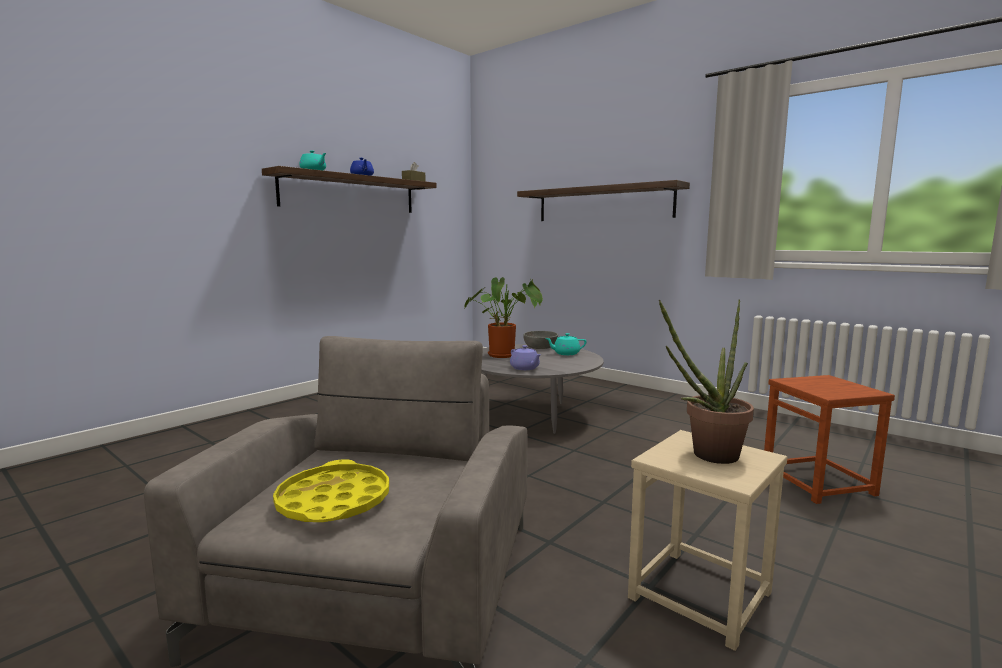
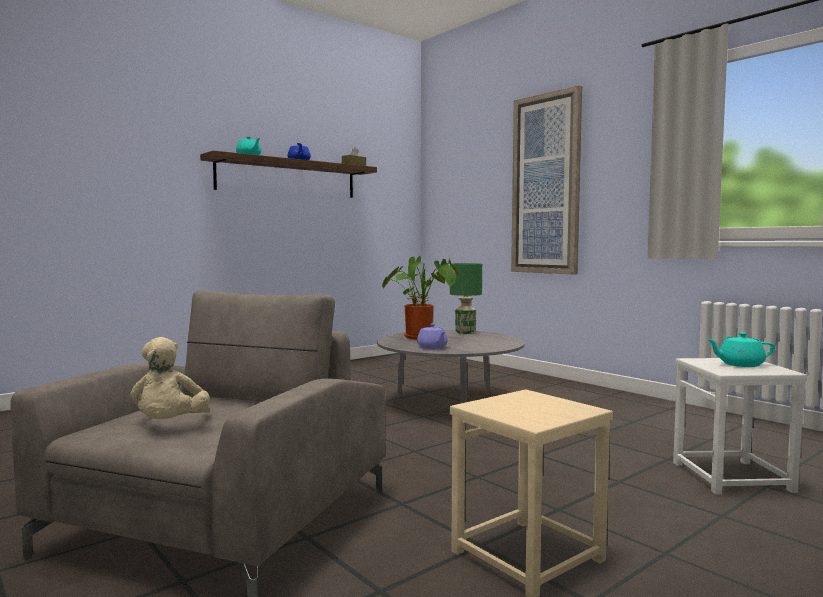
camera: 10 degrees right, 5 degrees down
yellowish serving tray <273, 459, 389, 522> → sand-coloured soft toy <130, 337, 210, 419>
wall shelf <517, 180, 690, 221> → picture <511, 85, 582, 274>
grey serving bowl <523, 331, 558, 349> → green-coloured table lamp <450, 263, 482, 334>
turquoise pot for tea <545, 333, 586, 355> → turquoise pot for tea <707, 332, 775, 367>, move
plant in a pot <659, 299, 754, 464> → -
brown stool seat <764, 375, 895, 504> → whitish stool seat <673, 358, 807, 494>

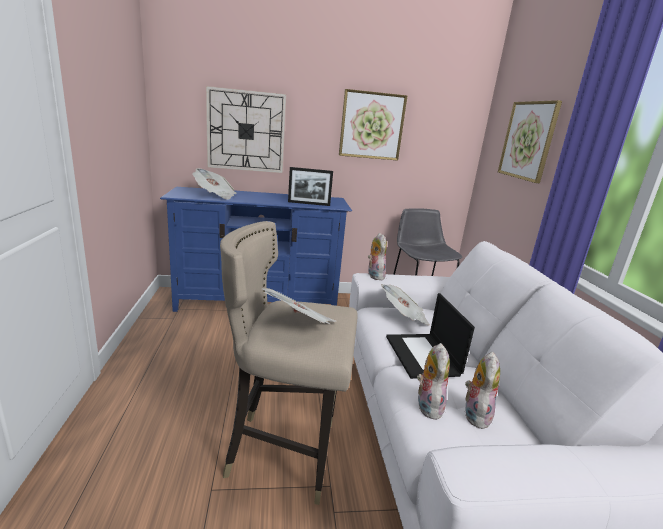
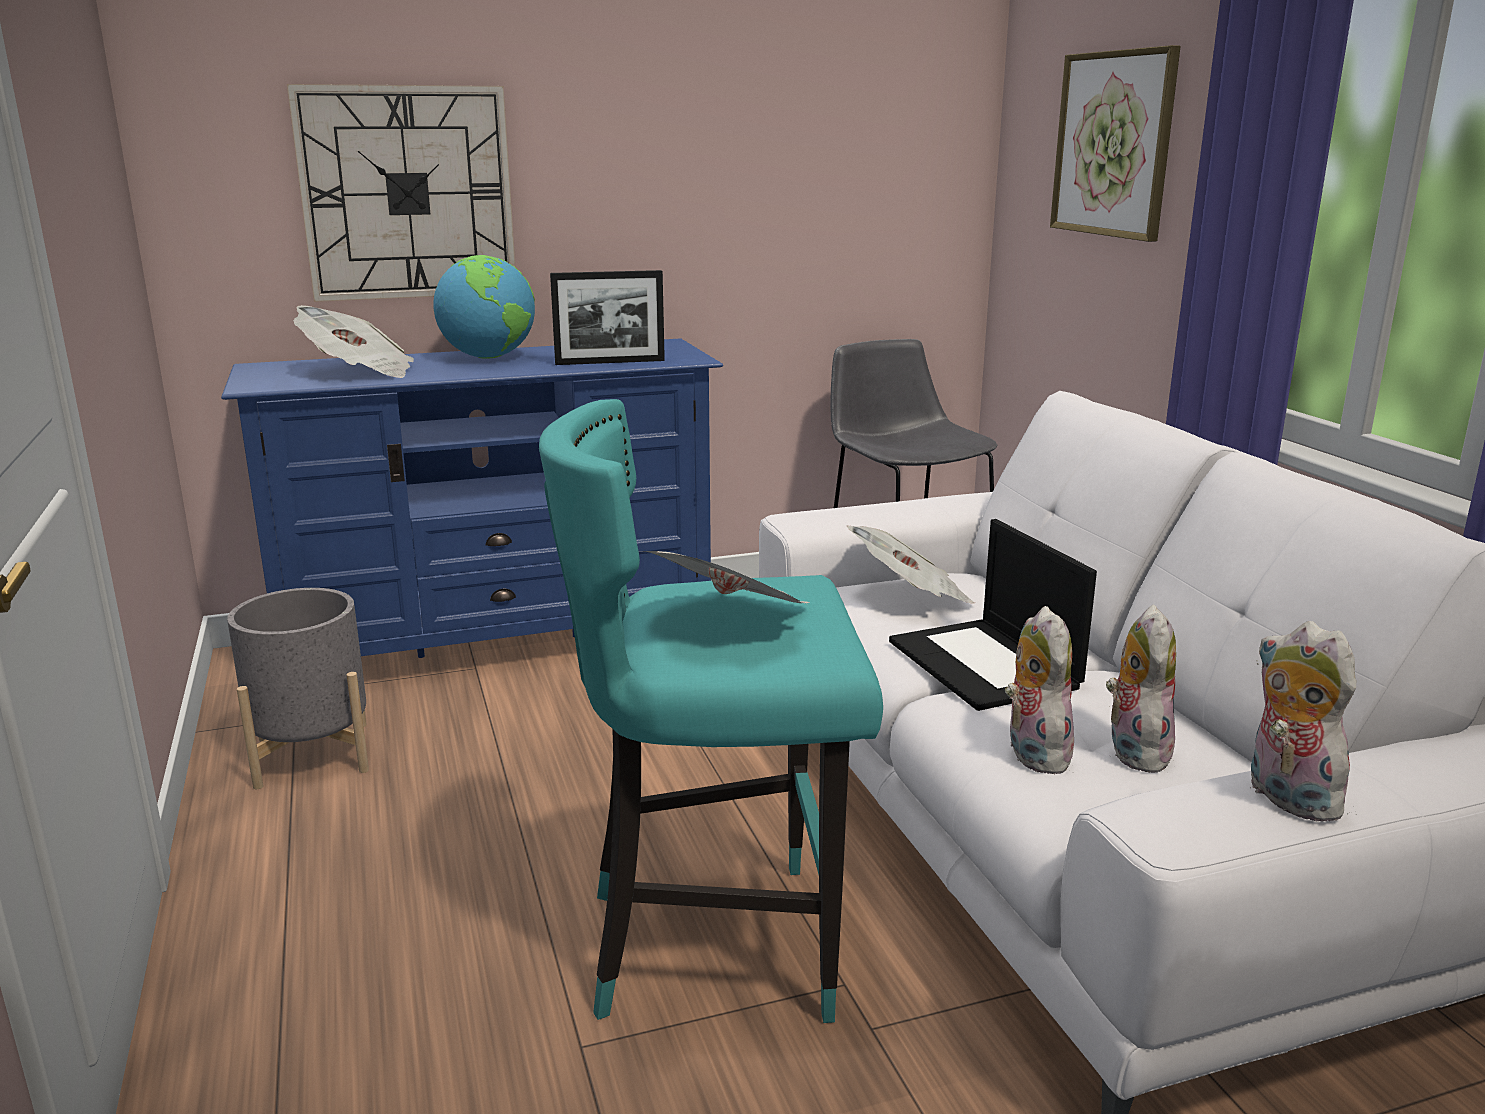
camera: 10 degrees left, 0 degrees up
sand-coloured stool seat <220, 221, 358, 505> → turquoise stool seat <539, 399, 883, 1023>
picture <339, 89, 407, 161> → -
soft toy <368, 233, 387, 281> → soft toy <1251, 621, 1356, 822>, move
- → grey plant pot <227, 588, 369, 789>
- → globe <433, 255, 535, 359>

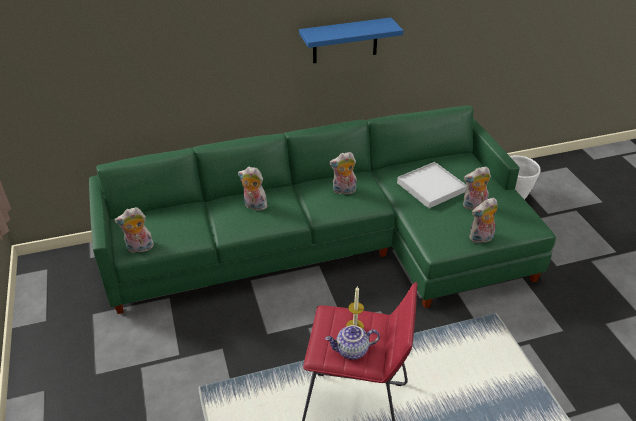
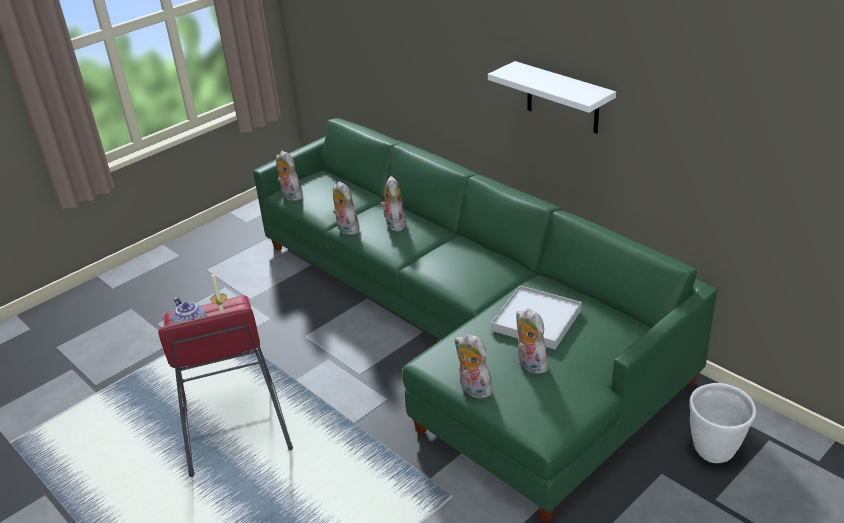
camera: 65 degrees right, 5 degrees down
blue wall shelf <299, 18, 404, 63> → whitish wall shelf <488, 61, 616, 134>
soft toy <329, 152, 357, 194> → soft toy <333, 181, 359, 235>, move

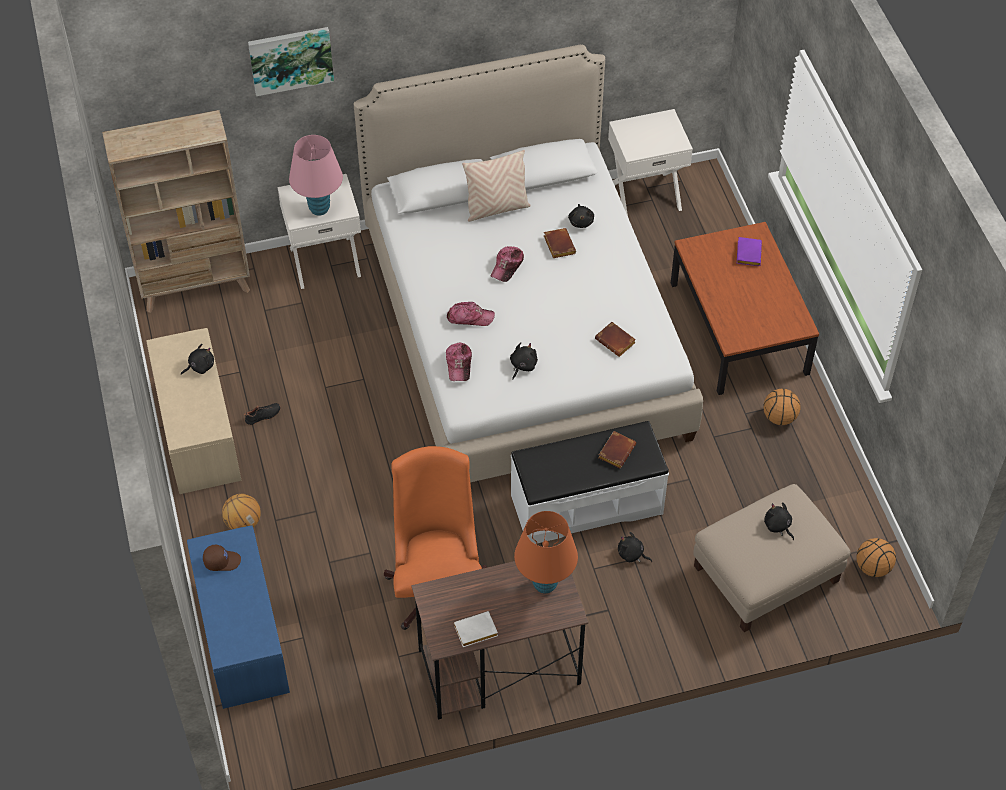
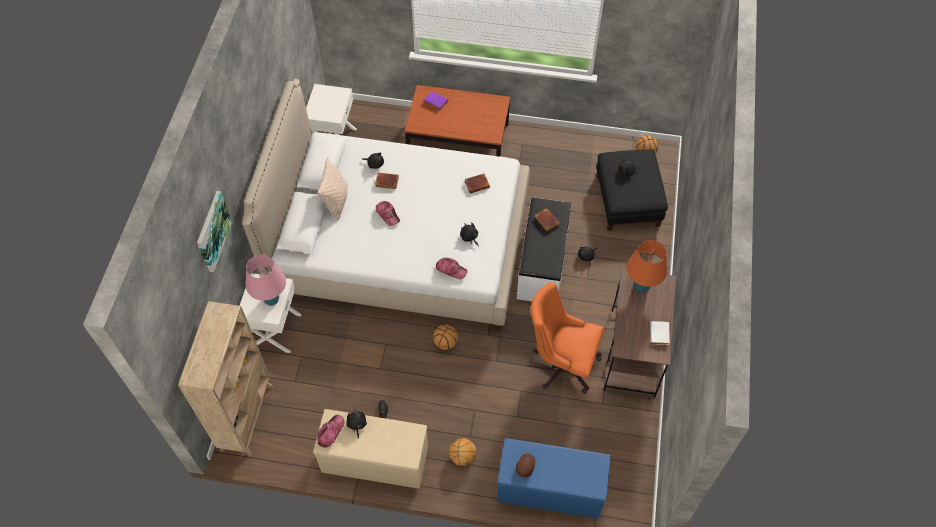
camera: 65 degrees left, 5 degrees up
peaked cap <447, 302, 495, 326> → peaked cap <317, 415, 344, 448>, move
sand-coloured pouffe <693, 484, 850, 632> → black pouffe <596, 149, 668, 231>
basketball ball <763, 389, 801, 425> → basketball ball <433, 324, 458, 350>, move

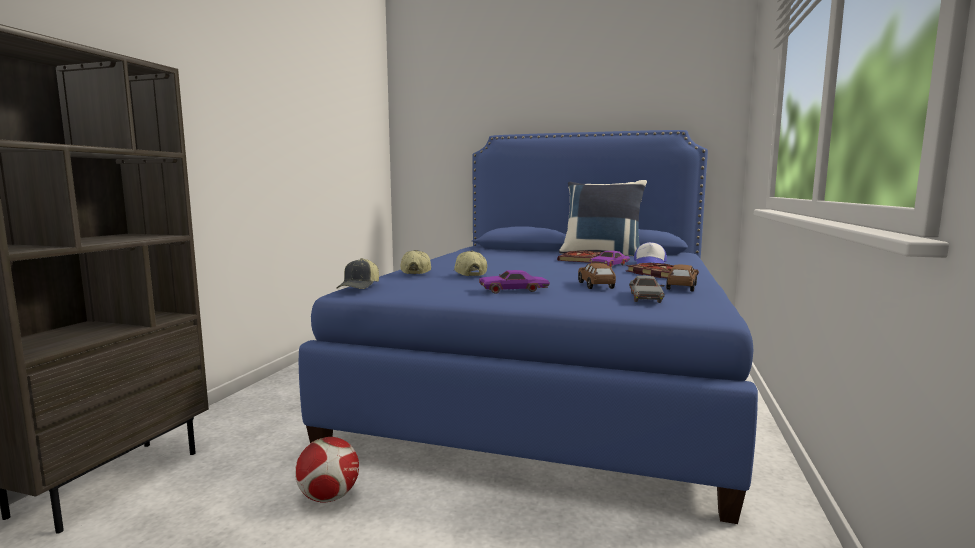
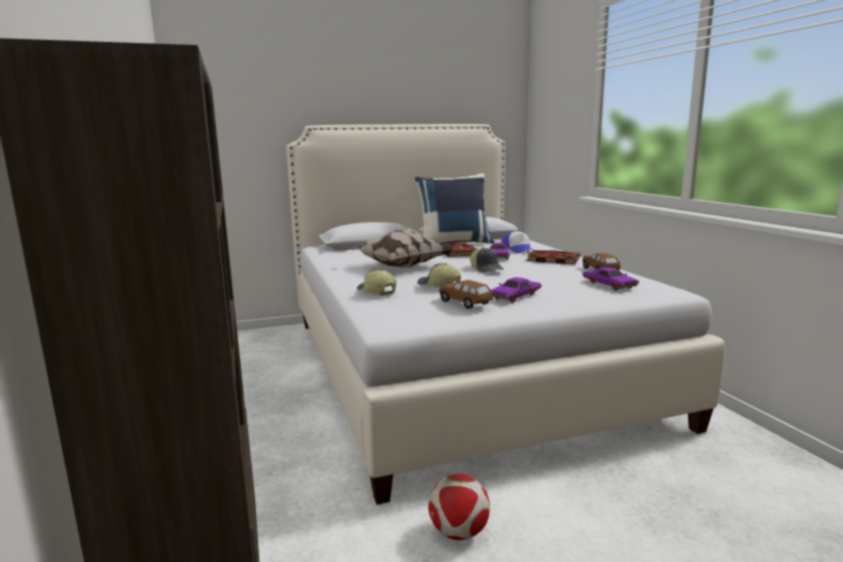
camera: 35 degrees left, 5 degrees up
blue sleeping bed <299, 130, 758, 524> → whitish sleeping bed <286, 124, 725, 505>
peaked cap <336, 258, 379, 289> → peaked cap <470, 247, 504, 273>, move
brown toy car <578, 263, 616, 289> → brown toy car <439, 280, 493, 309>, move
grey toy car <629, 276, 665, 303> → purple-coloured toy car <582, 267, 639, 291>
- → throw pillow <347, 230, 454, 267>

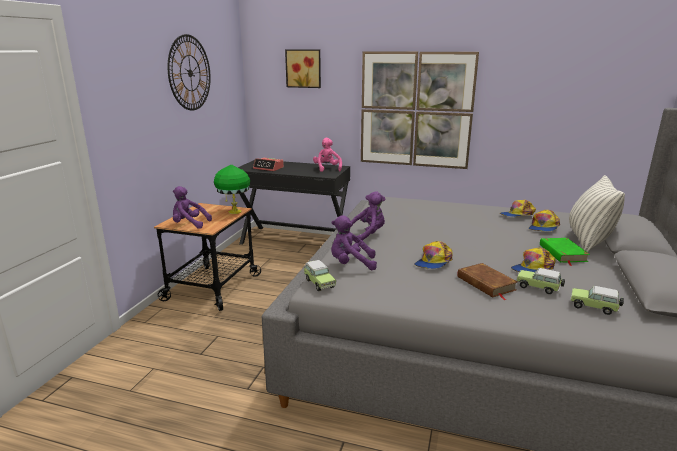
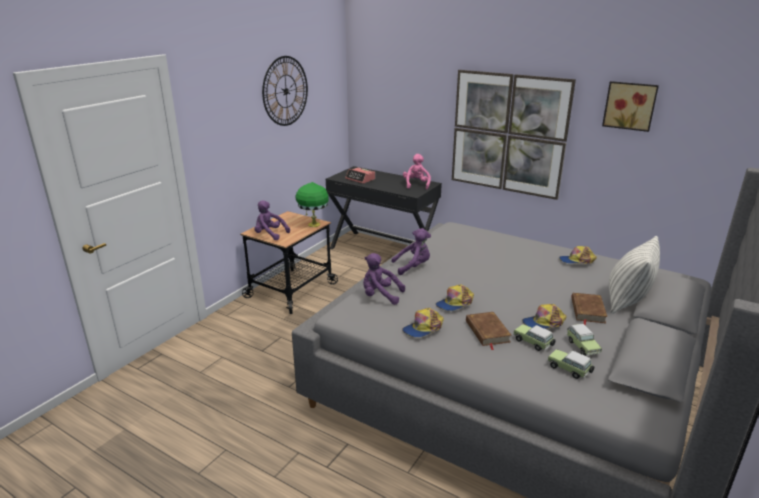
camera: 15 degrees right, 5 degrees up
picture <285, 49, 321, 88> → picture <602, 81, 659, 132>, move
toy car <304, 260, 336, 291> → toy car <567, 324, 602, 356>, move
peaked cap <529, 210, 560, 231> → peaked cap <402, 308, 444, 338>, move
green-coloured volume <540, 238, 590, 266> → brown volume <571, 293, 608, 326>

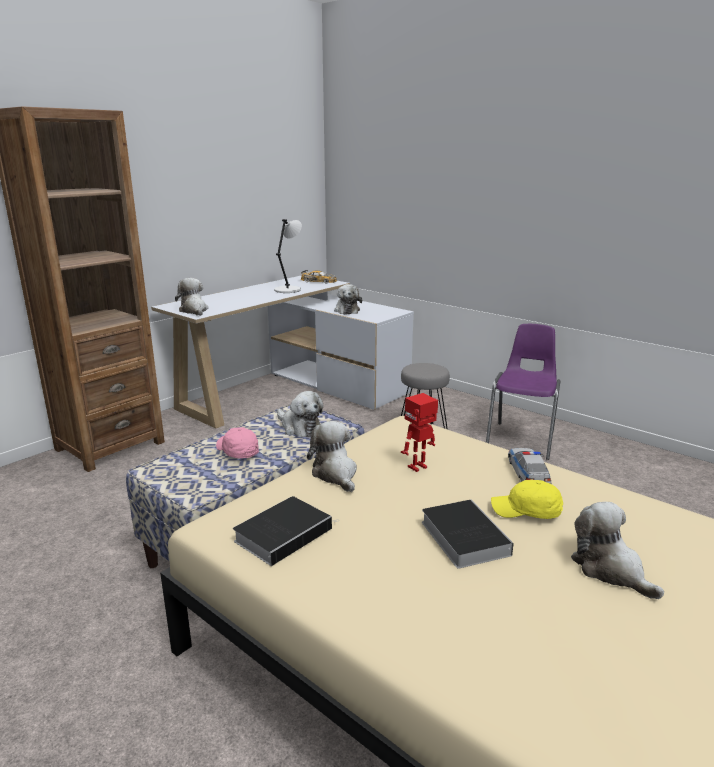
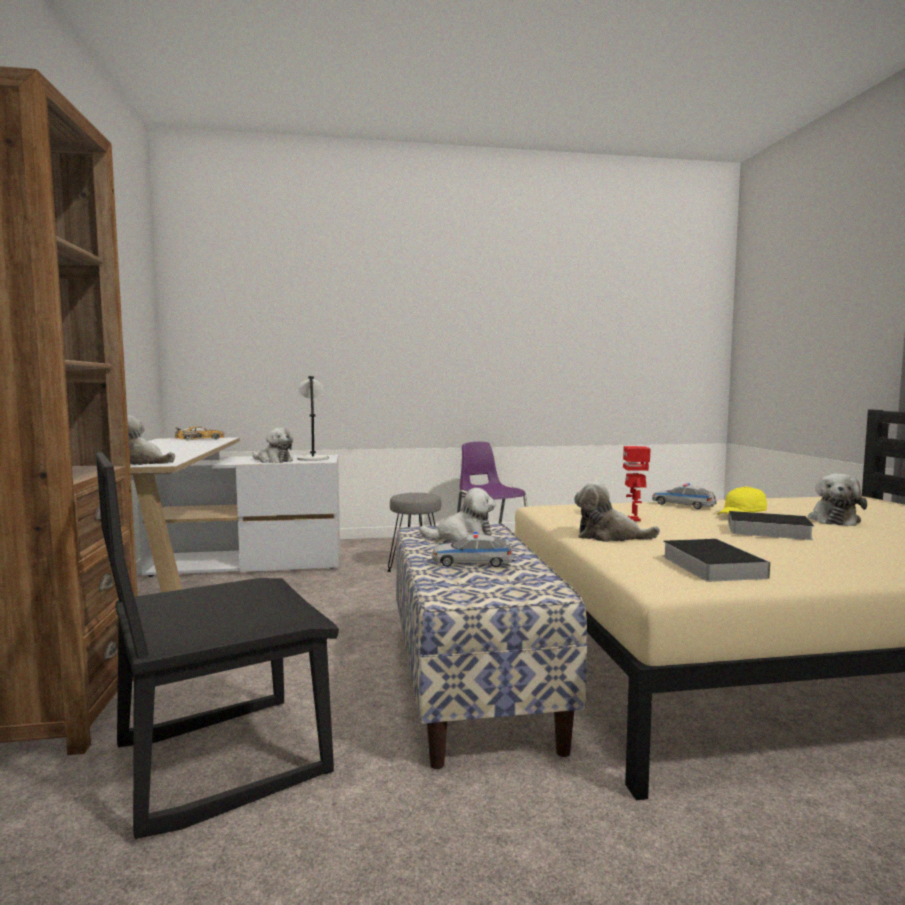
camera: 50 degrees left, 15 degrees down
pinkish peaked cap <216, 427, 259, 459> → toy car <432, 532, 514, 567>
grey table lamp <274, 219, 302, 293> → grey table lamp <297, 376, 329, 461>, move
soft toy <571, 502, 664, 600> → soft toy <808, 473, 867, 526>, 75 degrees counterclockwise
- → black chair <95, 452, 339, 839>

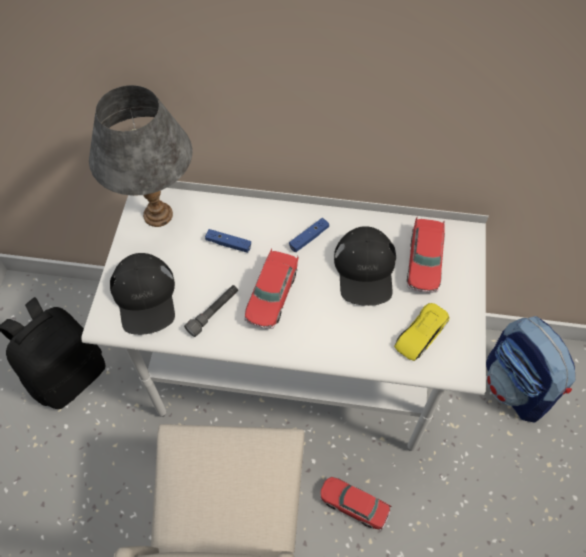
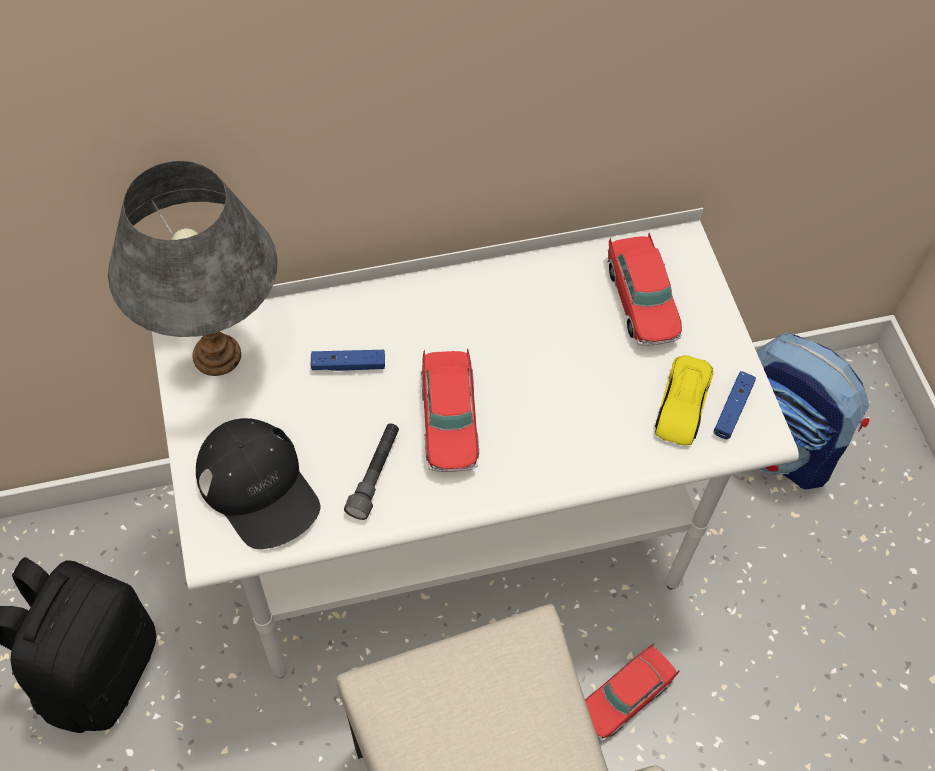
camera: 25 degrees left, 0 degrees up
blue gamepad <289, 218, 329, 252> → blue gamepad <714, 371, 756, 439>, move
toy car <320, 477, 392, 530> → toy car <585, 643, 679, 741>, 45 degrees counterclockwise
black peaked cap <334, 226, 396, 306> → -

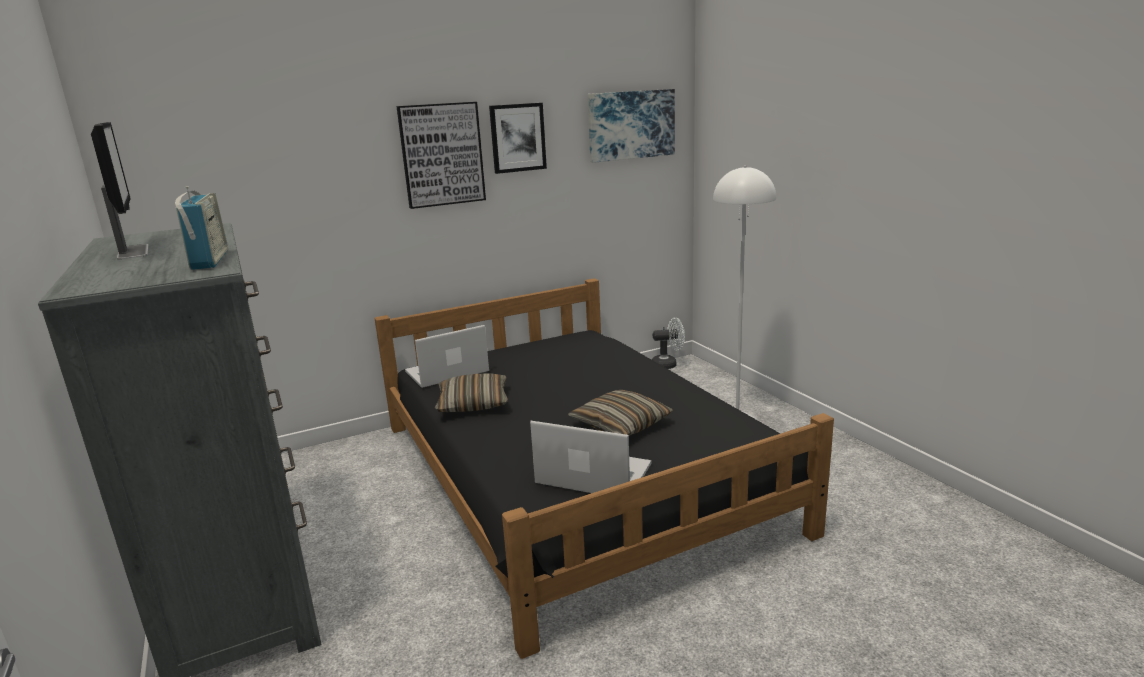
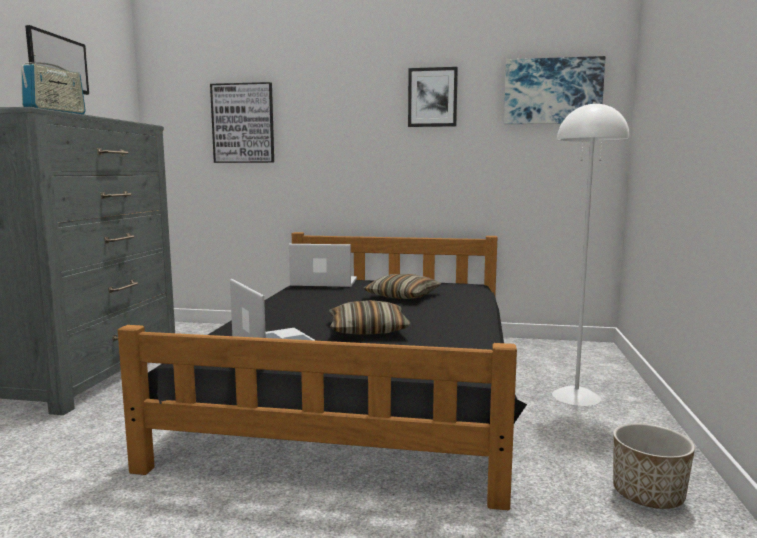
camera: 35 degrees right, 10 degrees down
picture <396, 102, 486, 209> → picture <210, 82, 274, 163>, move
throw pillow <435, 373, 508, 412> → throw pillow <364, 274, 442, 299>, move
whitish fan <652, 318, 685, 369> → -
- → plant pot <613, 423, 695, 509>

